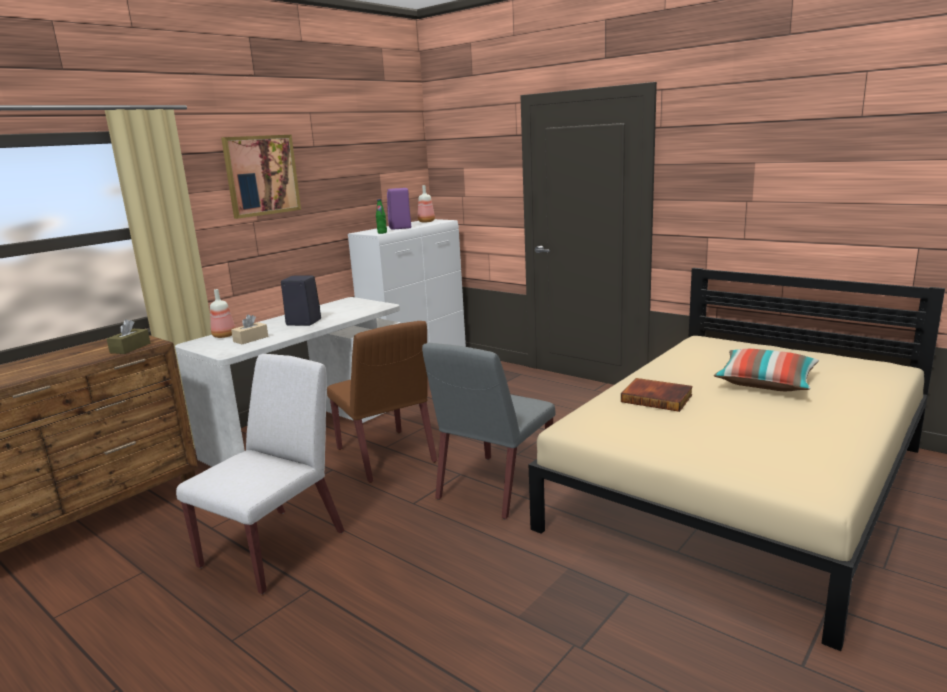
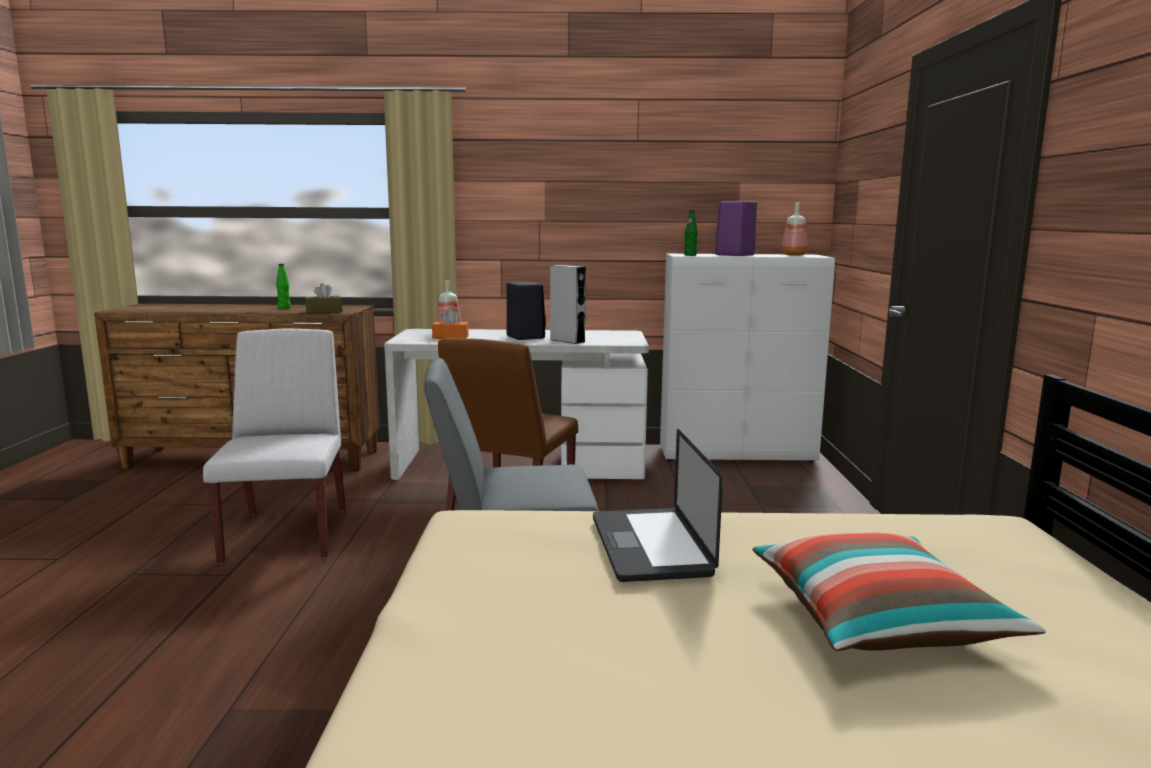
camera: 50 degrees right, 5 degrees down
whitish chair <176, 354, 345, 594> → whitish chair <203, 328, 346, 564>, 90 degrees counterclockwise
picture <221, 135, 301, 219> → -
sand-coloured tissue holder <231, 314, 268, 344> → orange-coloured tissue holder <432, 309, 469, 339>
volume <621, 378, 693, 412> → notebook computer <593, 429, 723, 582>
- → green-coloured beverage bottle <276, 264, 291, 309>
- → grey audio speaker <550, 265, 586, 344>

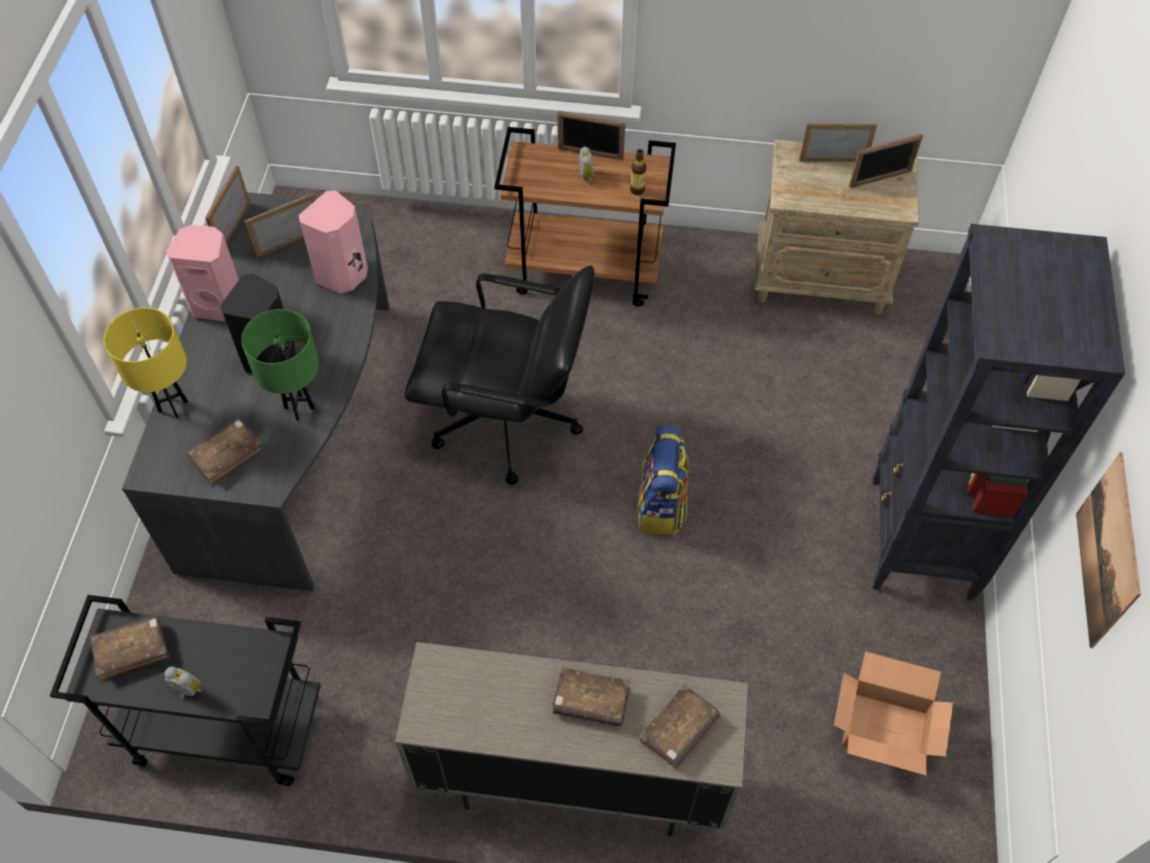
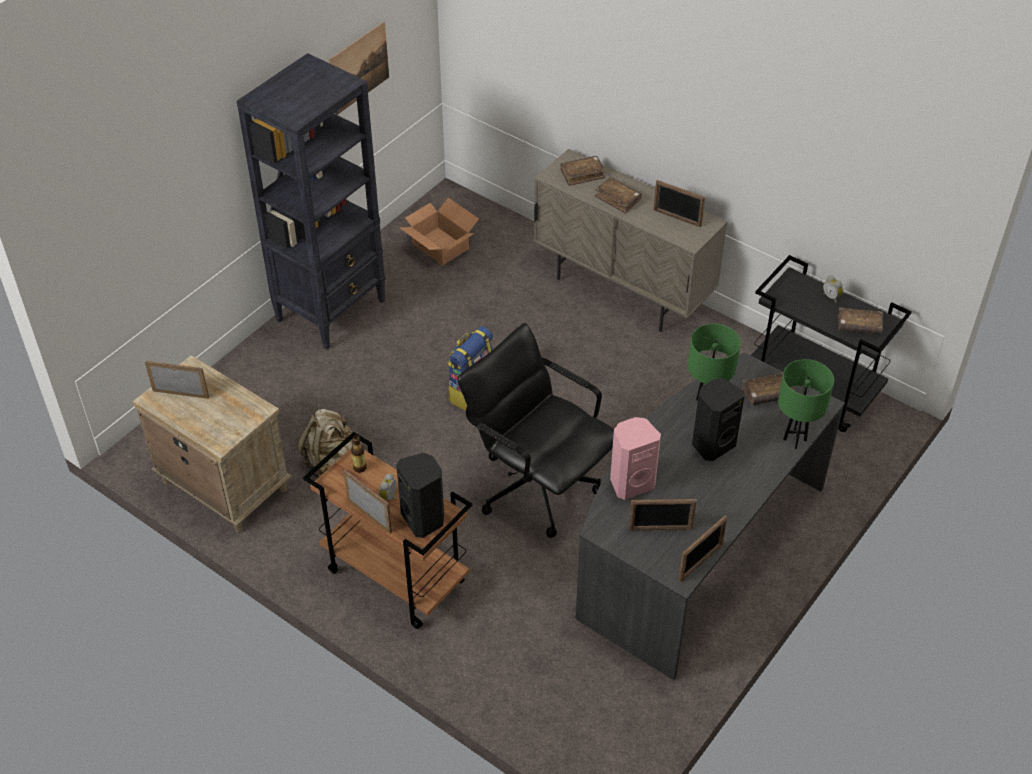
camera: 150 degrees left, 10 degrees down
yellowish table lamp <104, 308, 188, 418> → green-coloured table lamp <778, 359, 834, 449>
pinkish audio speaker <166, 225, 239, 321> → -
standing frame <799, 123, 877, 162> → standing frame <654, 180, 705, 227>, move
- → sand-coloured knapsack <297, 409, 353, 478>
- → black audio speaker <396, 453, 444, 538>

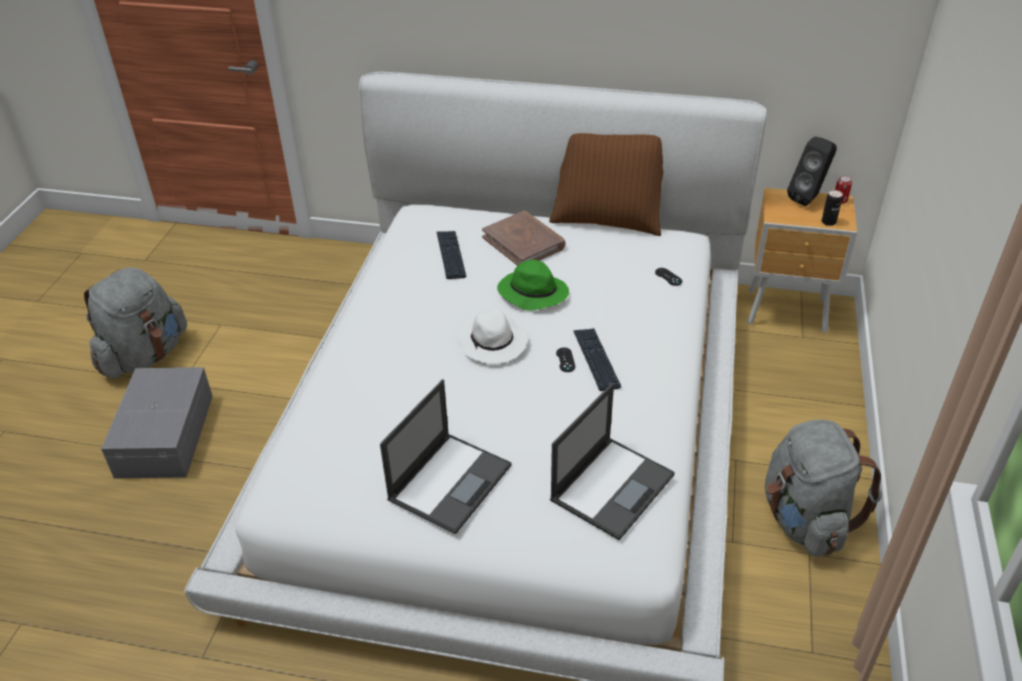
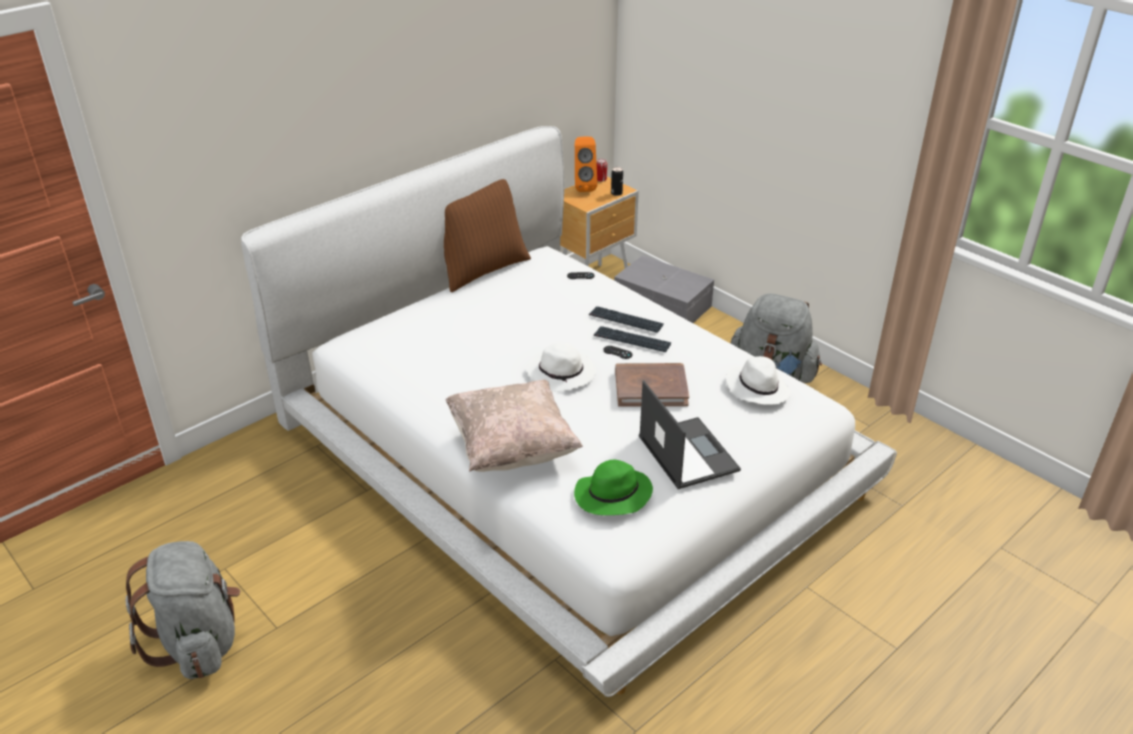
camera: 55 degrees left, 5 degrees down
grey storage container <101, 367, 213, 479> → grey storage container <614, 255, 714, 323>, move
keyboard <437, 231, 466, 279> → keyboard <589, 306, 664, 333>, move
brown volume <482, 211, 565, 266> → brown volume <615, 363, 689, 407>, move
green-coloured clothing hat <497, 260, 569, 311> → green-coloured clothing hat <574, 460, 653, 515>, move
notebook computer <550, 383, 675, 541> → whitish clothing hat <726, 356, 791, 405>
black audio speaker <787, 136, 837, 206> → orange-coloured audio speaker <575, 136, 598, 192>
- → sand-coloured throw pillow <445, 380, 583, 472>

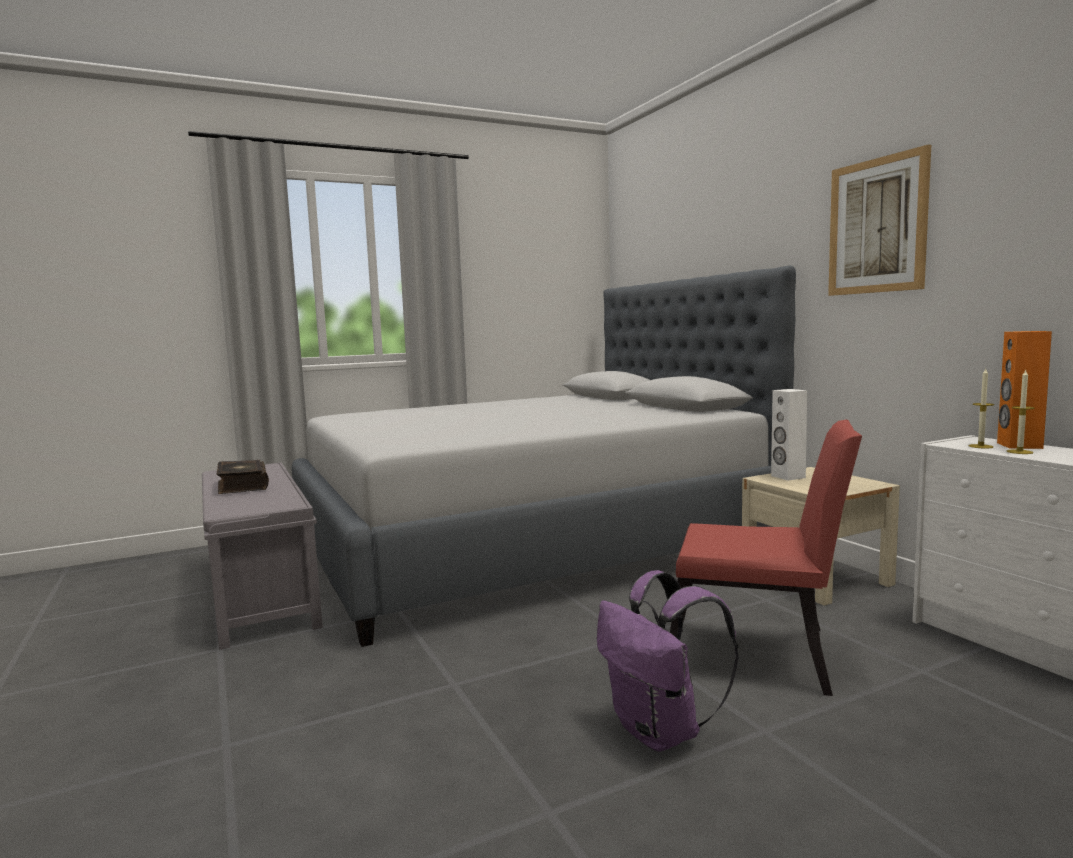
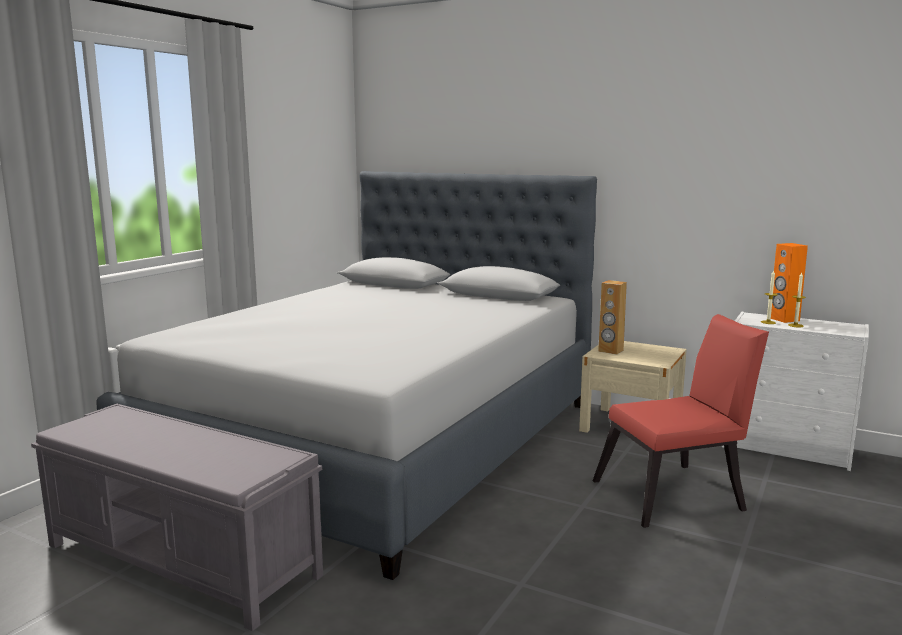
camera: 35 degrees left, 5 degrees up
volume <217, 460, 269, 494> → -
purple-coloured knapsack <597, 570, 738, 752> → -
whitish audio speaker <771, 389, 807, 480> → brown audio speaker <598, 280, 627, 355>
picture <828, 144, 931, 296> → -

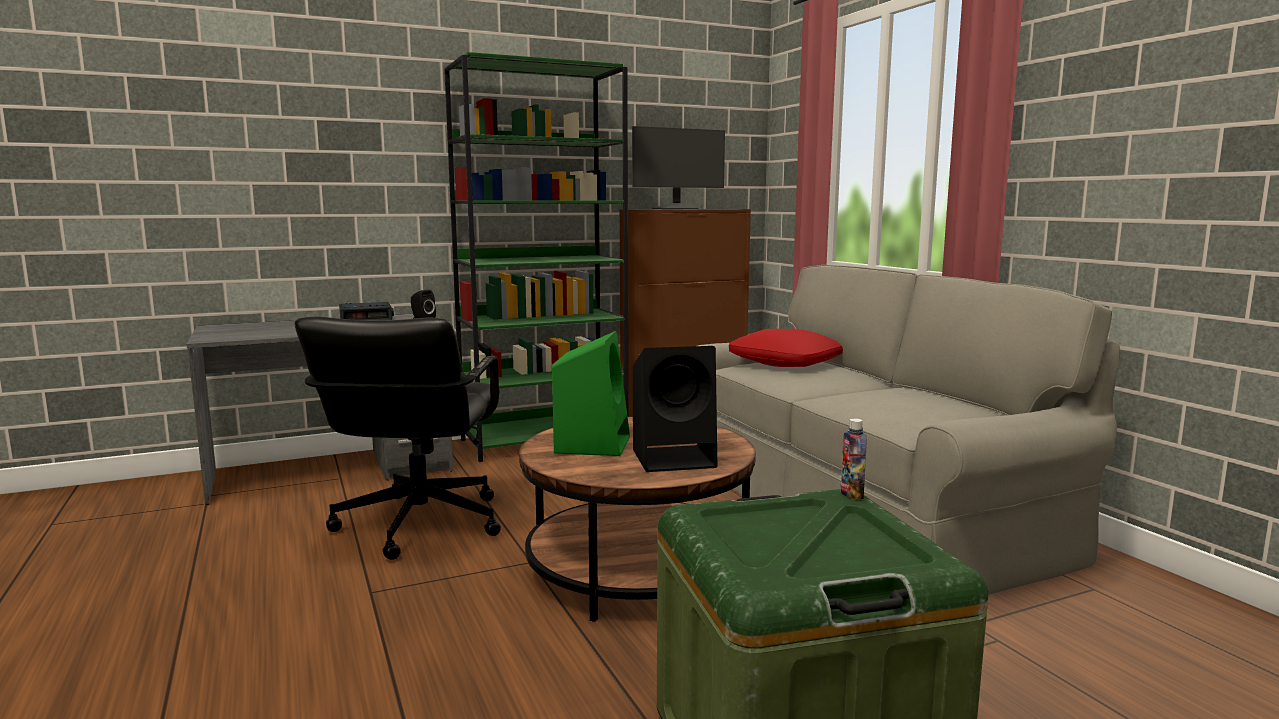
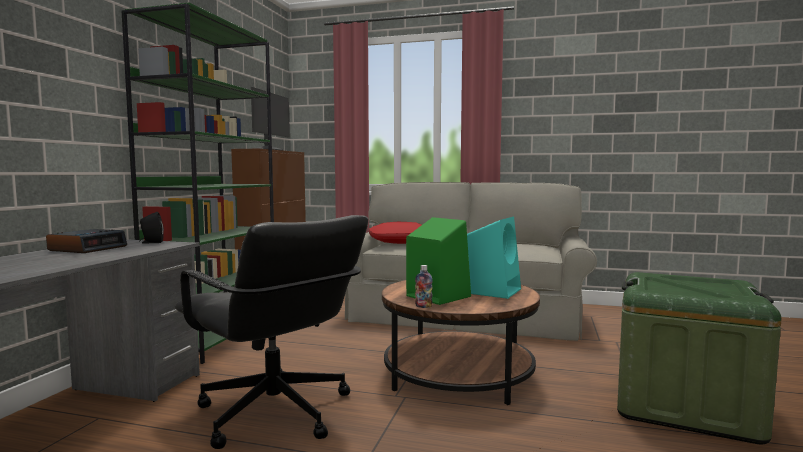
camera: 50 degrees left, 5 degrees down
black audio speaker <633, 346, 718, 472> → turquoise audio speaker <467, 217, 521, 299>
beverage bottle <840, 418, 867, 500> → beverage bottle <415, 265, 433, 308>, move

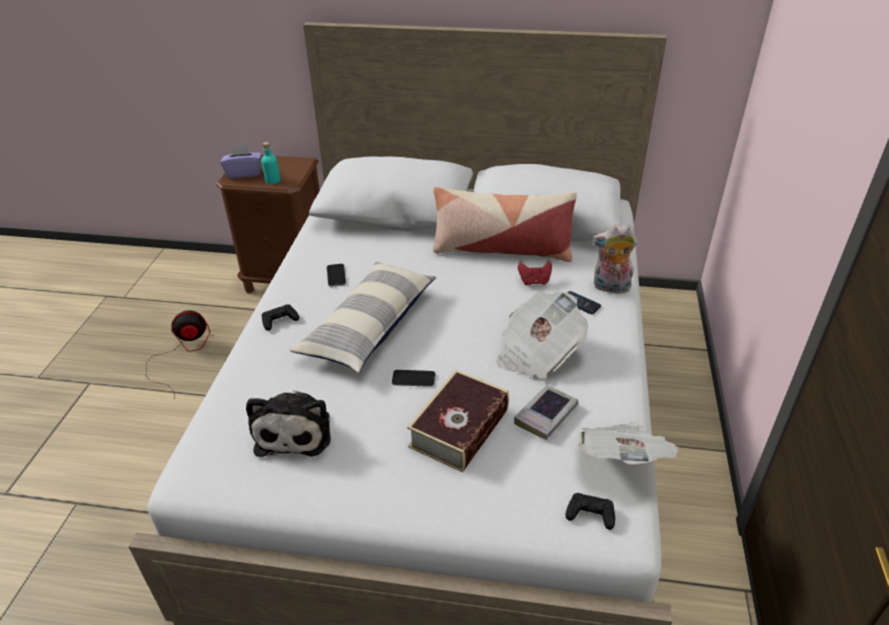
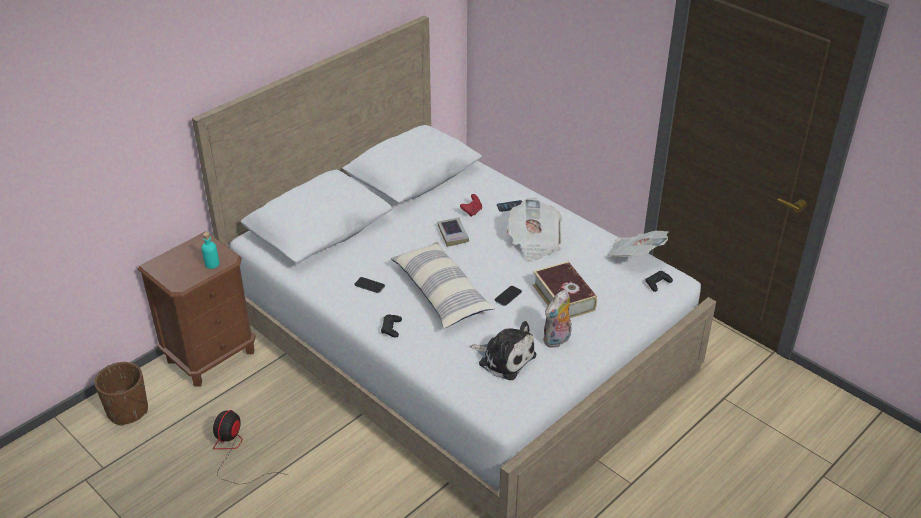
camera: 55 degrees left, 0 degrees up
purple-coloured tissue holder <220, 144, 262, 179> → -
throw pillow <433, 187, 577, 262> → -
volume <514, 385, 578, 440> → volume <437, 217, 469, 247>, move
soft toy <593, 224, 637, 296> → soft toy <543, 290, 572, 348>, move
- → brown plant pot <94, 362, 148, 426>

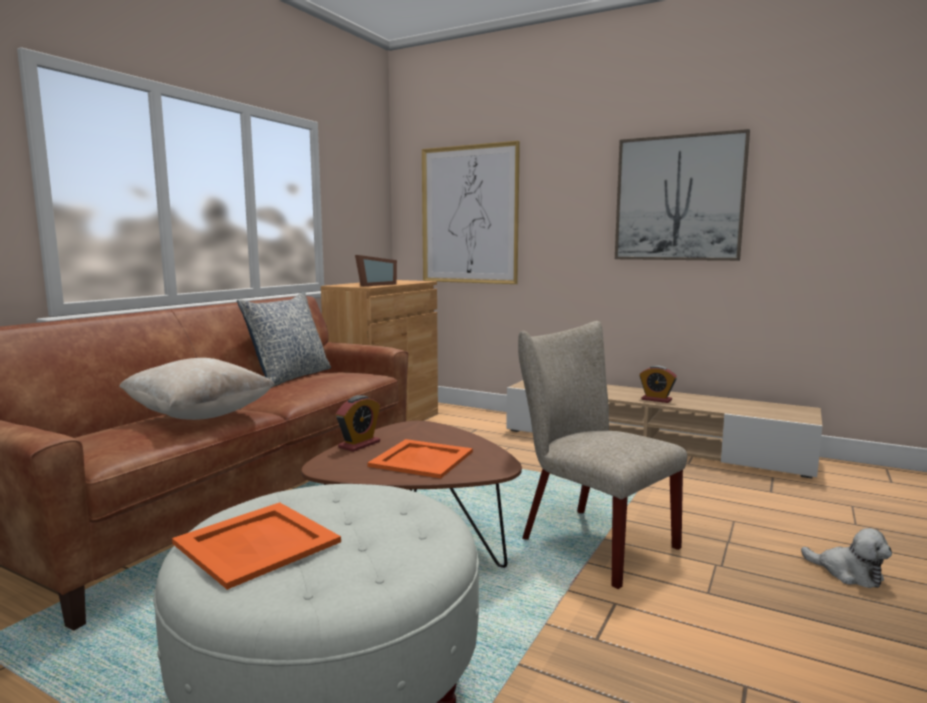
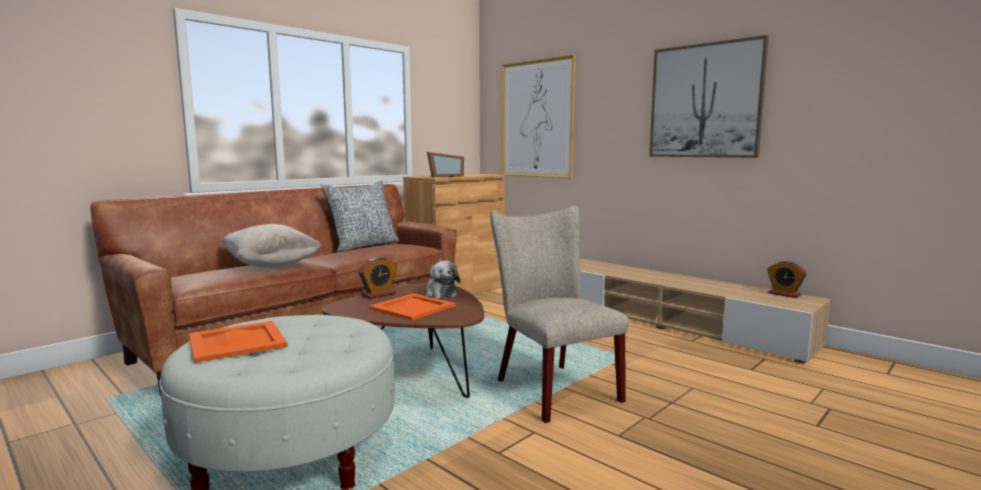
camera: 15 degrees right, 0 degrees up
bedside clock <639, 366, 677, 403> → bedside clock <767, 261, 806, 298>, move
soft toy <801, 528, 892, 588> → soft toy <426, 261, 460, 299>, move

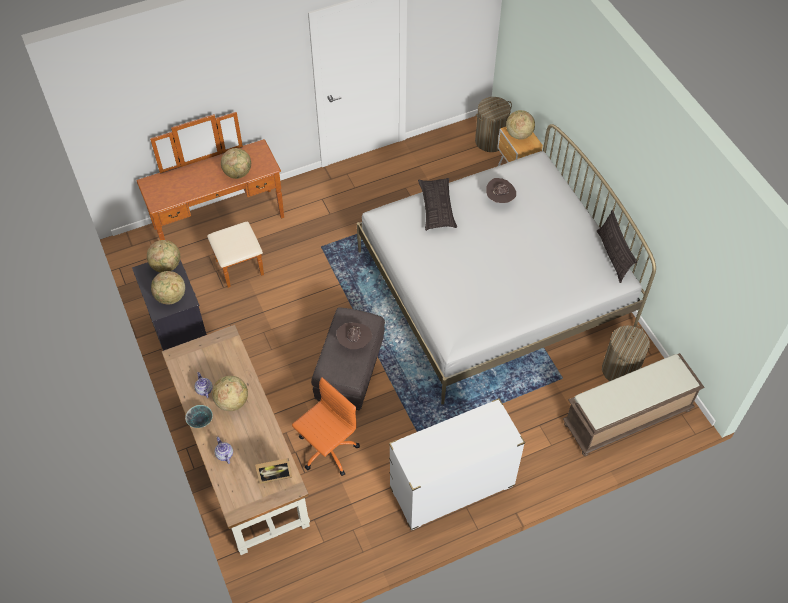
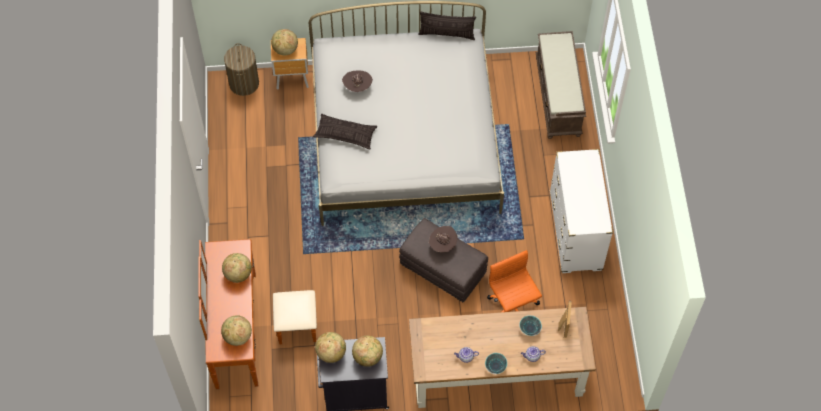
camera: 70 degrees left, 5 degrees up
globe <212, 376, 248, 411> → globe <221, 315, 252, 346>, move
hamper <602, 325, 650, 381> → -
- → serving bowl <519, 315, 542, 336>

